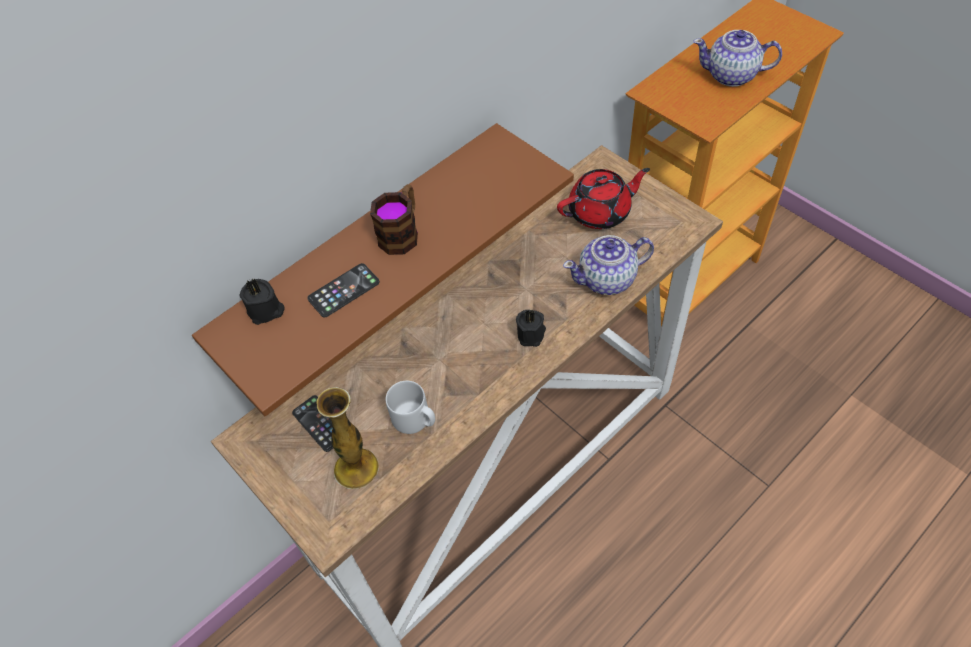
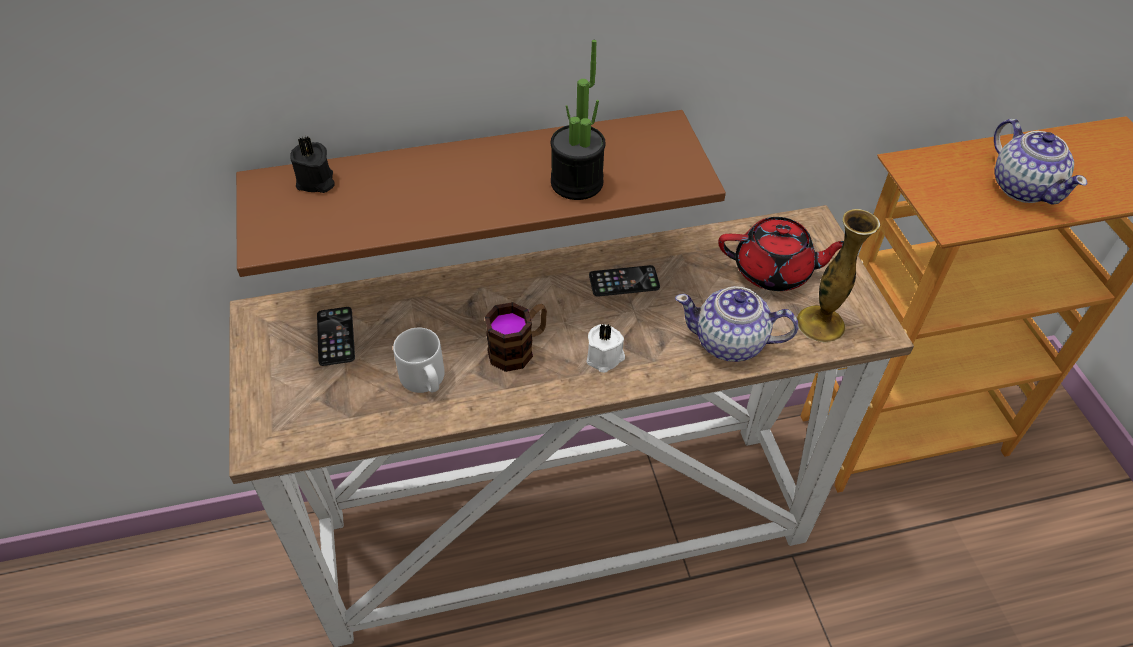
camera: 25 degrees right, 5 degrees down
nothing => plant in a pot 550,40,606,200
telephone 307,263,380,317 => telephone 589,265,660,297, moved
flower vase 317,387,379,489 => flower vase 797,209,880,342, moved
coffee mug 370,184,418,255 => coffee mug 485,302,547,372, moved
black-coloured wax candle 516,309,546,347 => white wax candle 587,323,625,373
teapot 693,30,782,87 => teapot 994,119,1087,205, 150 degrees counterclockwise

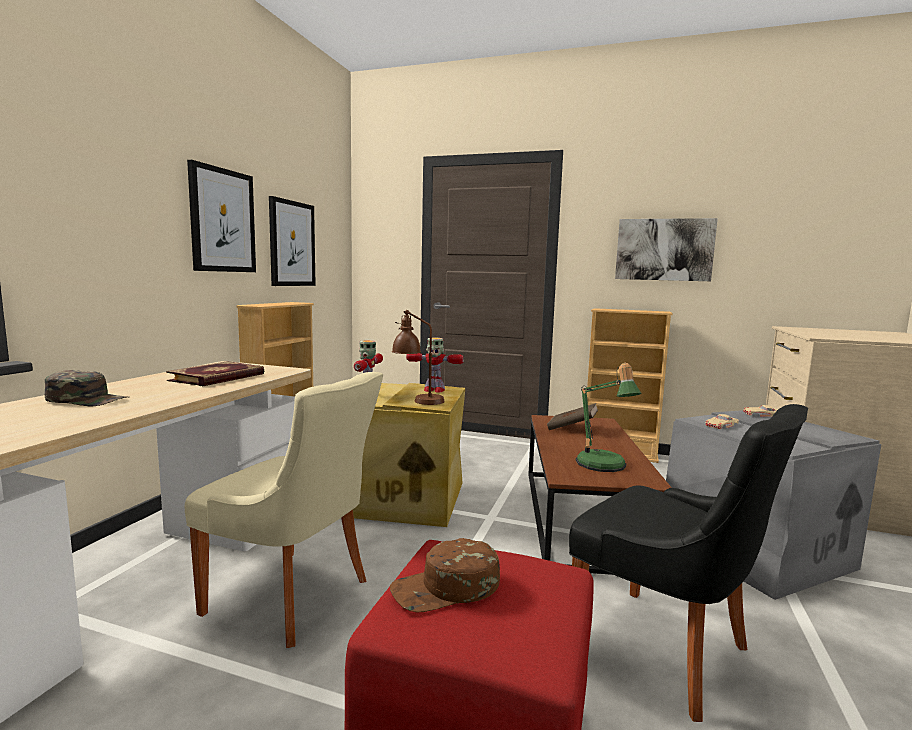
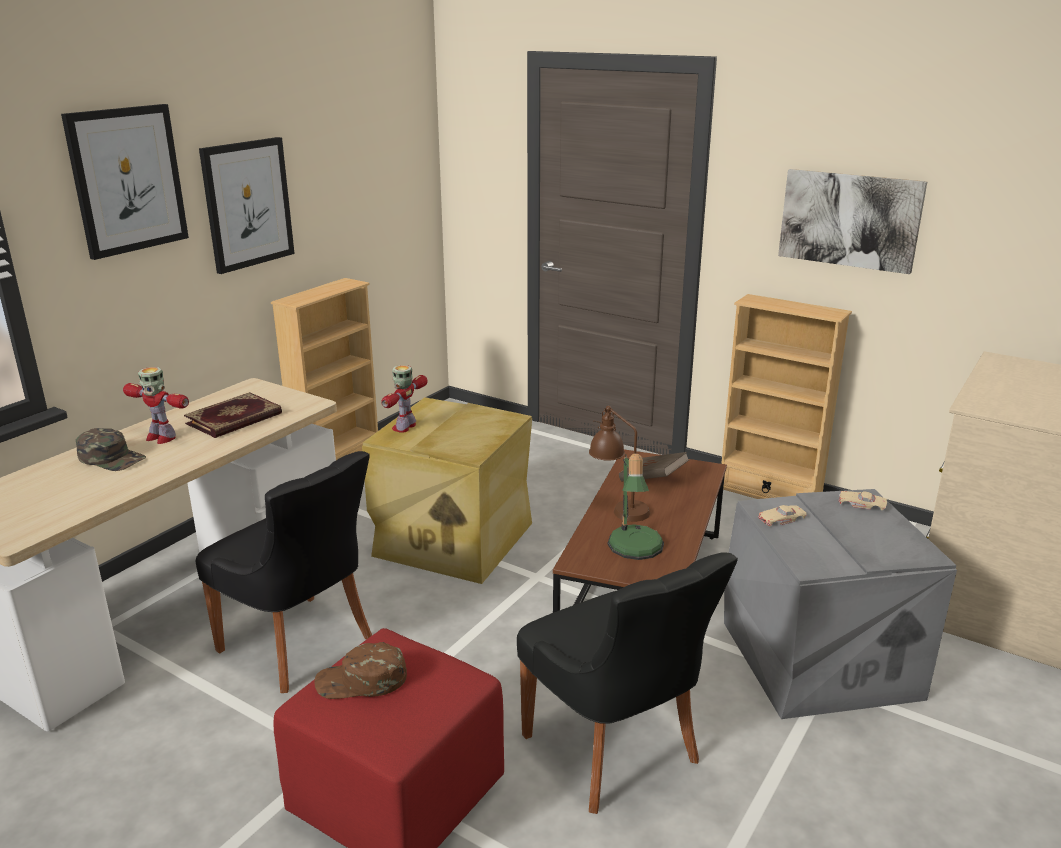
camera: 15 degrees right, 15 degrees up
wall picture 269,196,316,286 => wall picture 61,104,189,260, moved
brown tabletop lamp 392,310,445,405 => brown tabletop lamp 589,406,650,522, moved
toy robot 406,338,464,393 => toy robot 123,367,189,444, moved
beige upright chair 185,372,383,648 => black-coloured upright chair 196,451,372,693

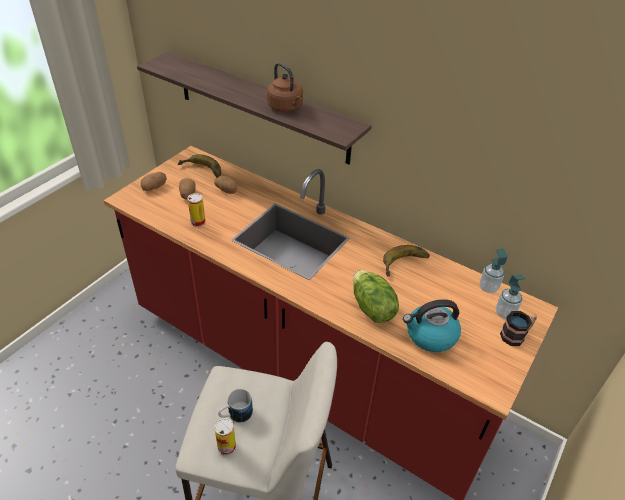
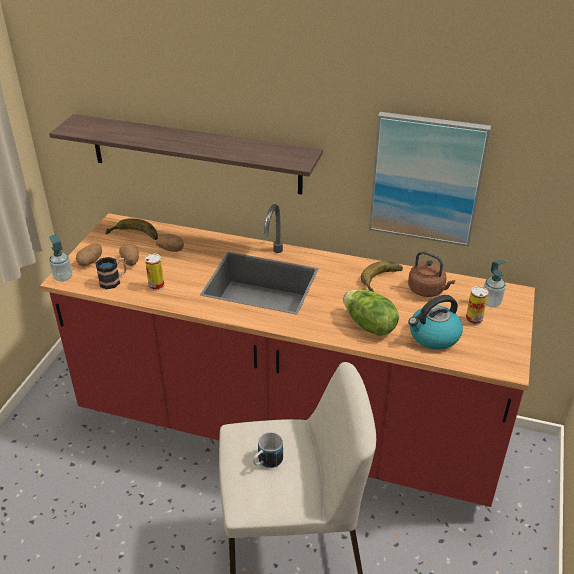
camera: 15 degrees left, 5 degrees down
nothing => wall picture 369,112,491,246
can 214,418,236,456 => can 466,286,489,325, moved
brown water kettle 267,63,303,112 => brown water kettle 408,251,455,297, moved
liquid soap bottle 480,248,507,293 => liquid soap bottle 49,234,72,282, moved
coffee mug 500,311,537,346 => coffee mug 95,257,126,289, moved

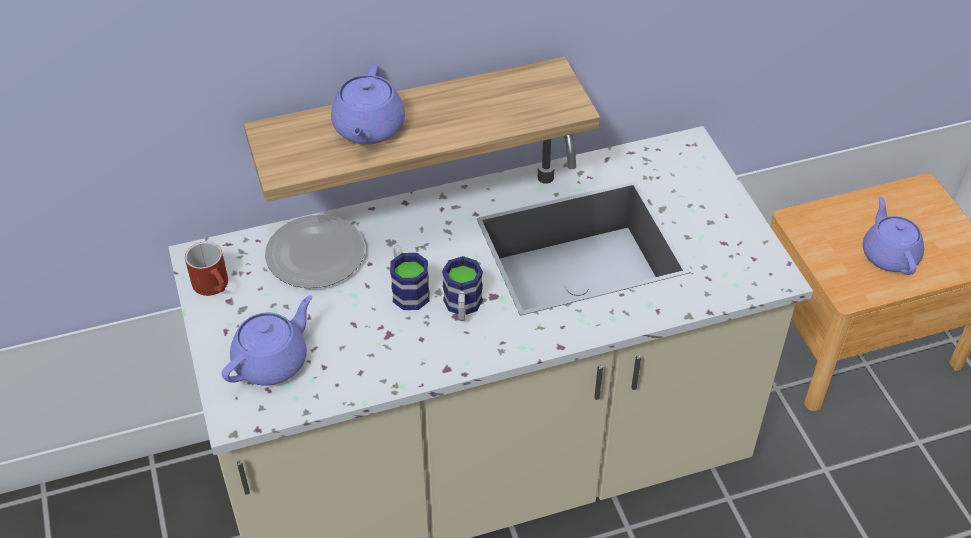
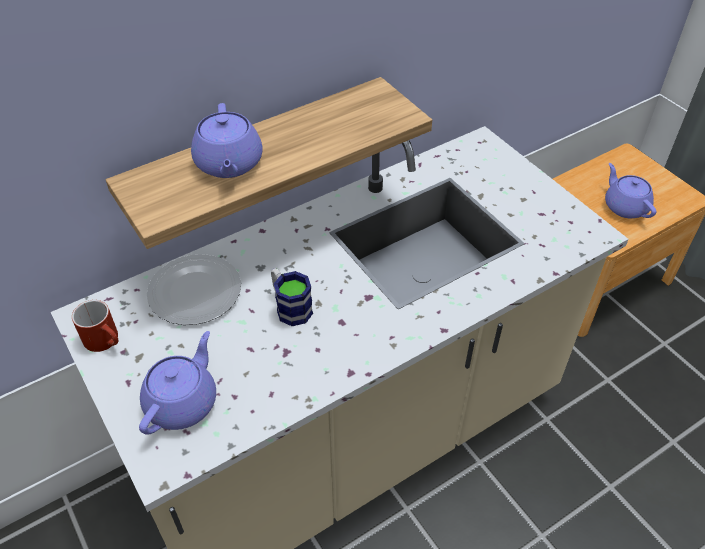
camera: 15 degrees left, 0 degrees up
coffee mug 442,256,483,321 => nothing

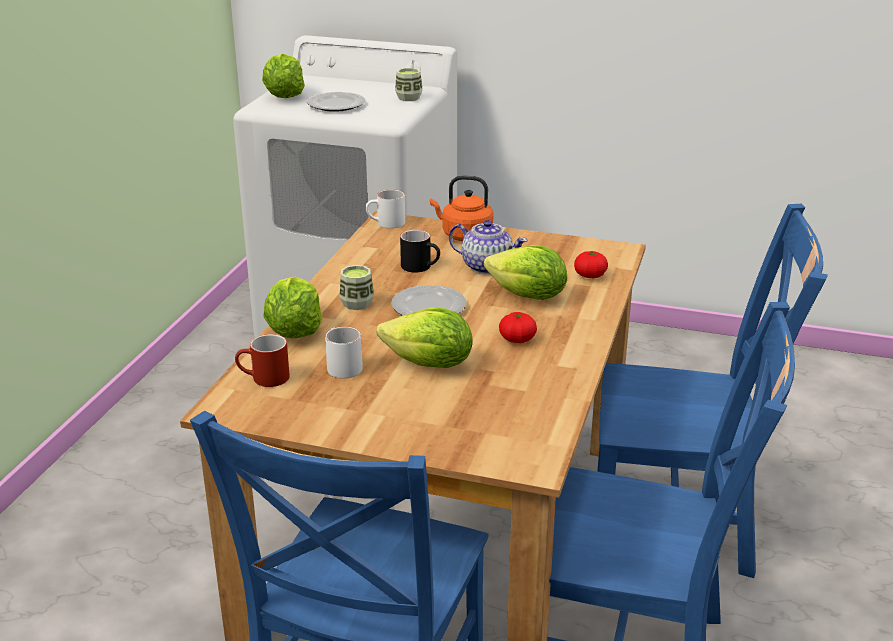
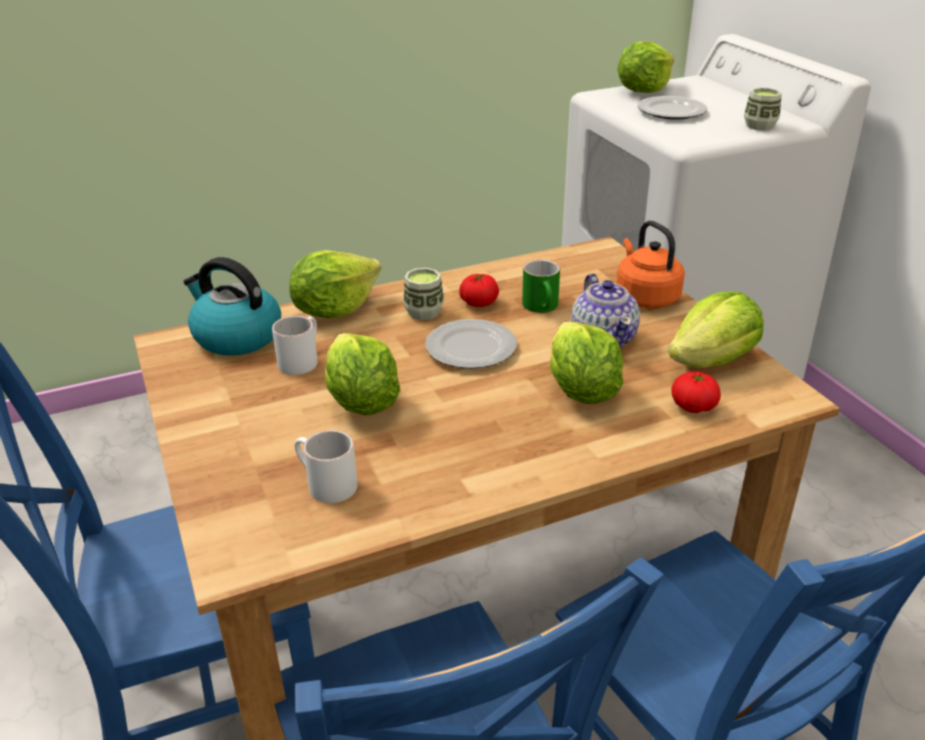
camera: 50 degrees right, 5 degrees up
nothing => lettuce 668,291,764,368
white coffee mug 365,189,405,228 => white coffee mug 295,430,358,503, moved
tomato 499,312,537,343 => tomato 459,274,499,307, moved
reddish coffee mug 235,334,290,387 => water kettle 183,257,281,356
black-coloured coffee mug 400,230,440,273 => greenish coffee mug 522,260,560,313

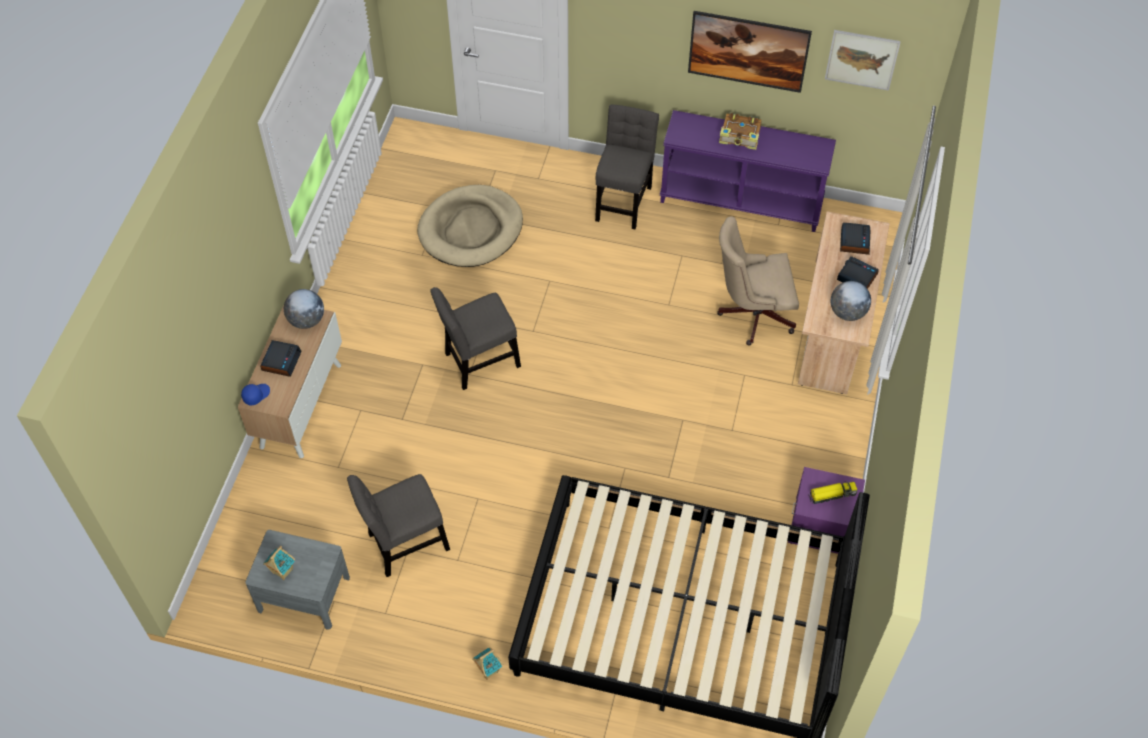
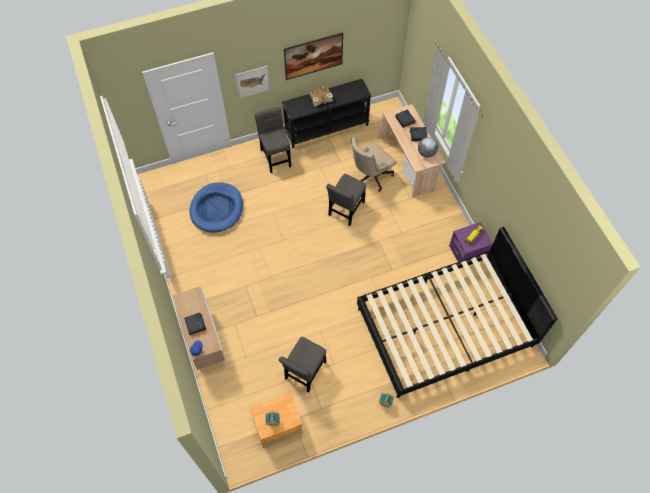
camera: 35 degrees left, 5 degrees up
desk globe 284,289,324,329 => nothing
greyish upright chair 430,287,521,390 => greyish upright chair 326,174,366,226, moved
wall picture 825,30,901,91 => wall picture 235,66,270,99, moved
greyish bedside table 245,530,350,630 => brown bedside table 250,393,303,448
beige dog cushion 417,185,523,267 => bluish dog cushion 190,182,243,232
purplish console table 660,110,836,232 => black-coloured console table 282,79,371,148

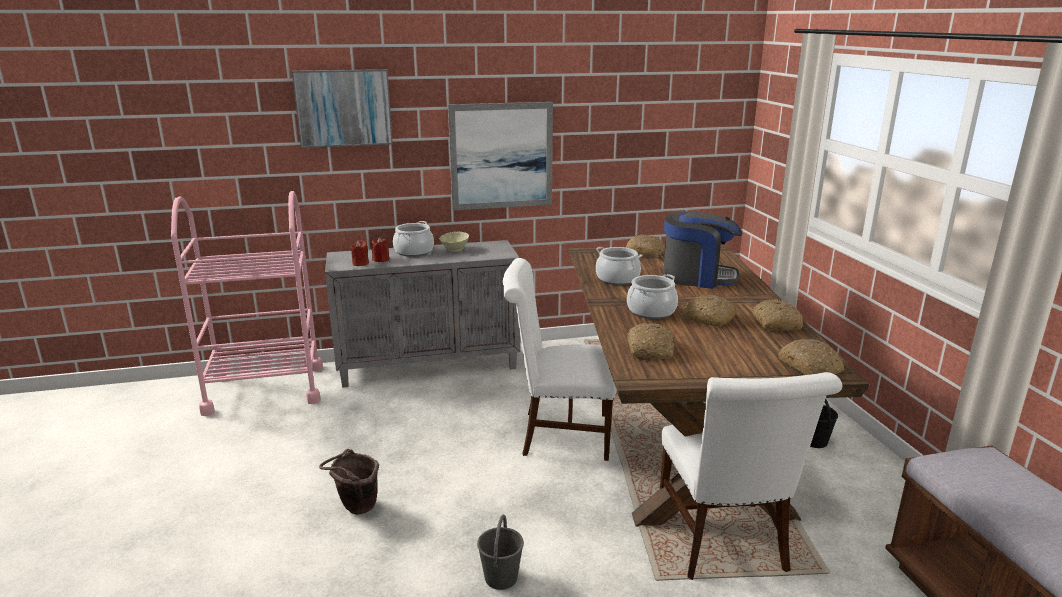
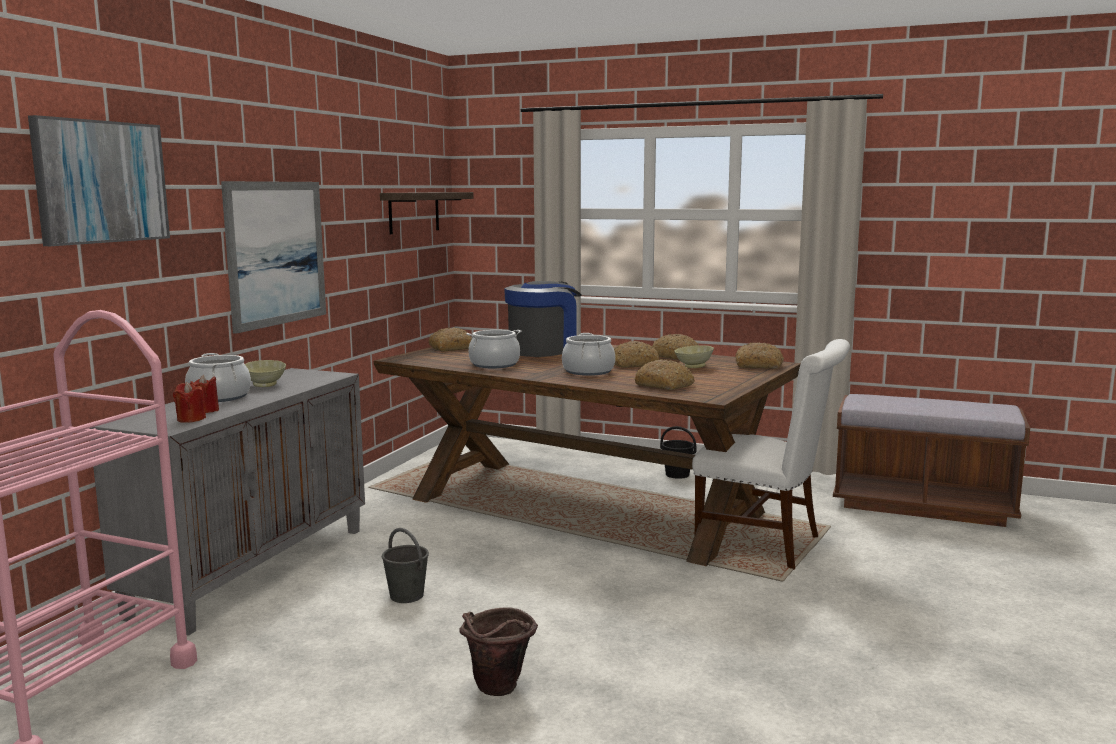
camera: 55 degrees left, 10 degrees down
white upright chair 503,258,617,461 => nothing
nothing => wall shelf 380,192,474,234
nothing => beige serving bowl 674,345,714,368
greyish water bucket 477,514,524,590 => greyish water bucket 382,528,429,603, moved

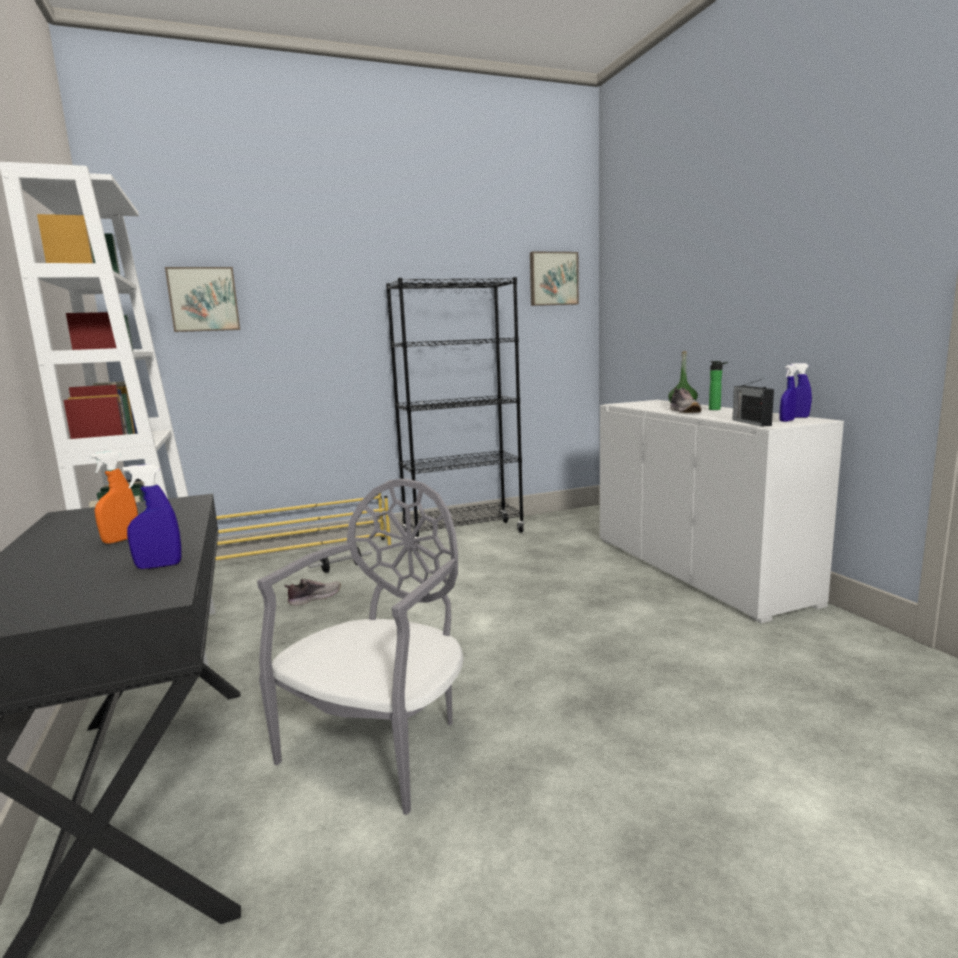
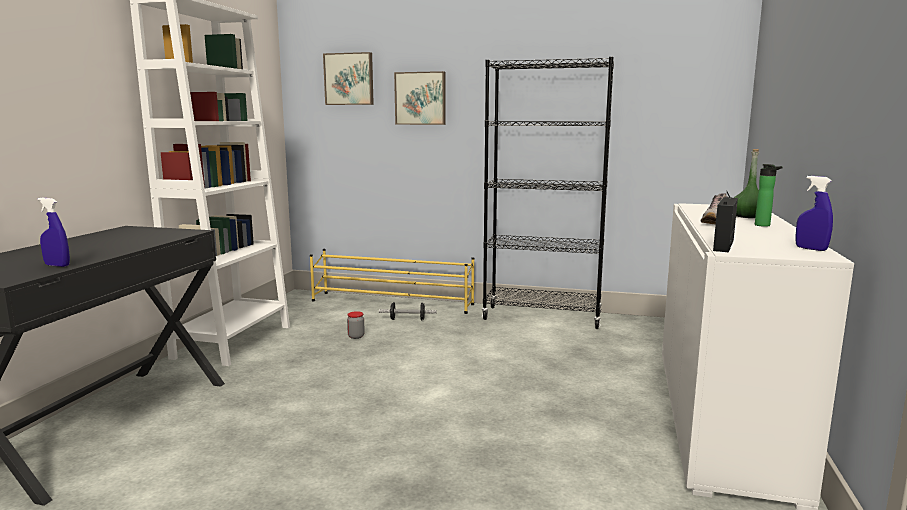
camera: 35 degrees right, 0 degrees up
orangey sprayer 90,451,138,544 => nothing
greyish upright chair 257,478,464,815 => nothing
bluish sprayer 779,365,796,422 => nothing
wall picture 530,251,579,306 => wall picture 394,71,446,125, moved
item of footwear 284,579,341,606 => preserve jar 347,311,365,339

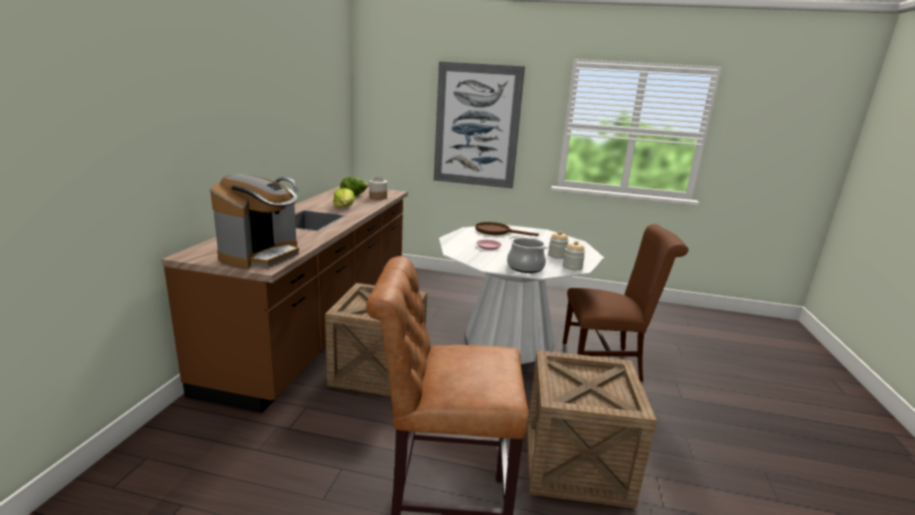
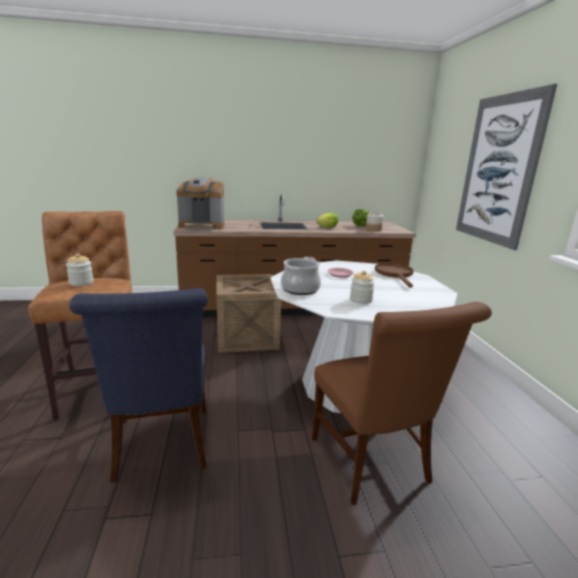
camera: 70 degrees right, 0 degrees up
preserve jar 563,241,585,270 => preserve jar 66,253,94,286, moved
crate 527,350,657,509 => bluish upright chair 70,288,208,483

